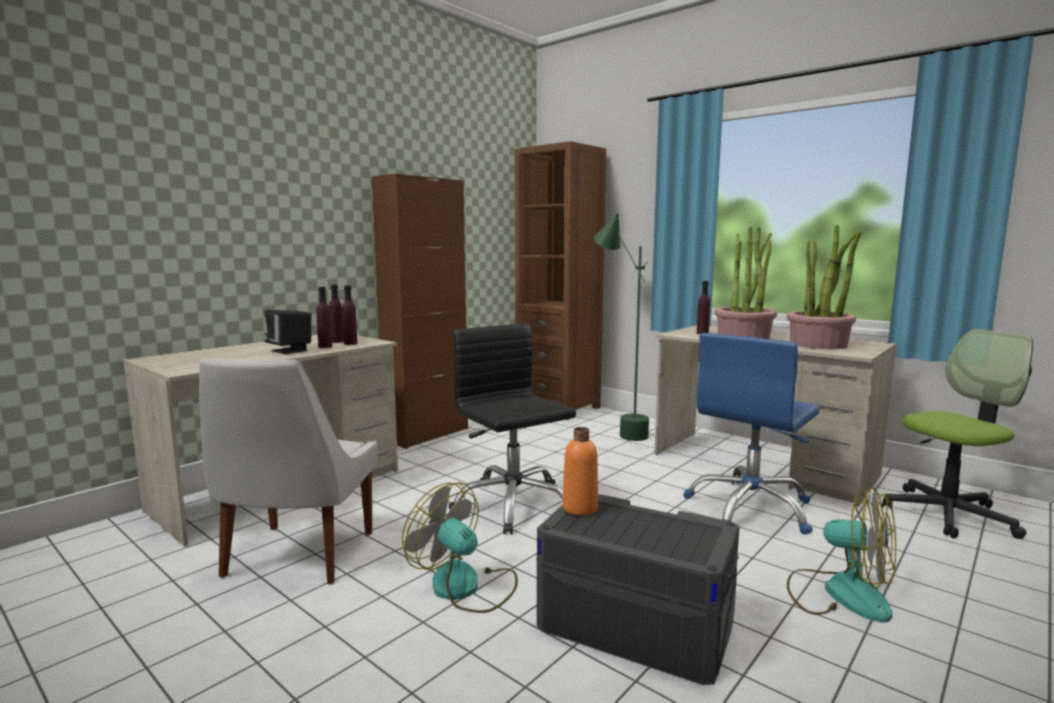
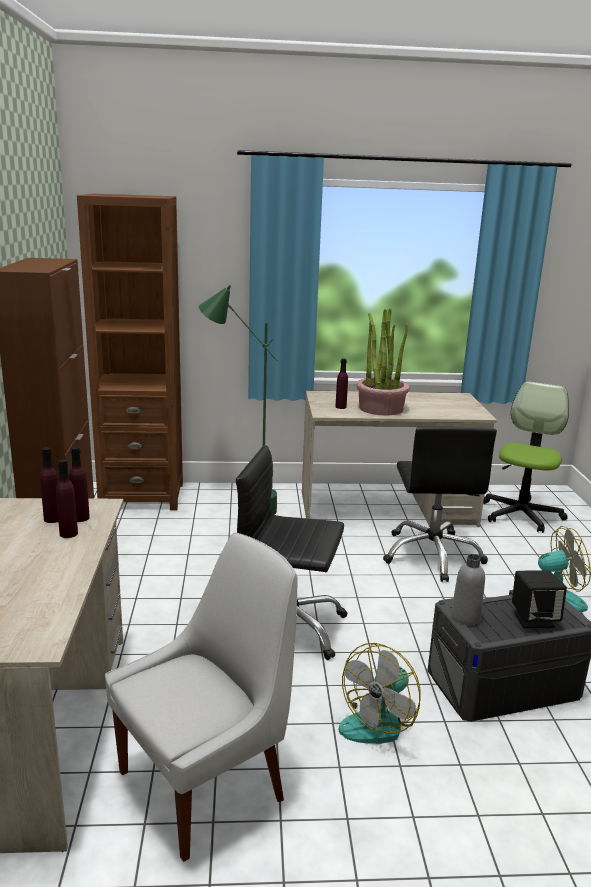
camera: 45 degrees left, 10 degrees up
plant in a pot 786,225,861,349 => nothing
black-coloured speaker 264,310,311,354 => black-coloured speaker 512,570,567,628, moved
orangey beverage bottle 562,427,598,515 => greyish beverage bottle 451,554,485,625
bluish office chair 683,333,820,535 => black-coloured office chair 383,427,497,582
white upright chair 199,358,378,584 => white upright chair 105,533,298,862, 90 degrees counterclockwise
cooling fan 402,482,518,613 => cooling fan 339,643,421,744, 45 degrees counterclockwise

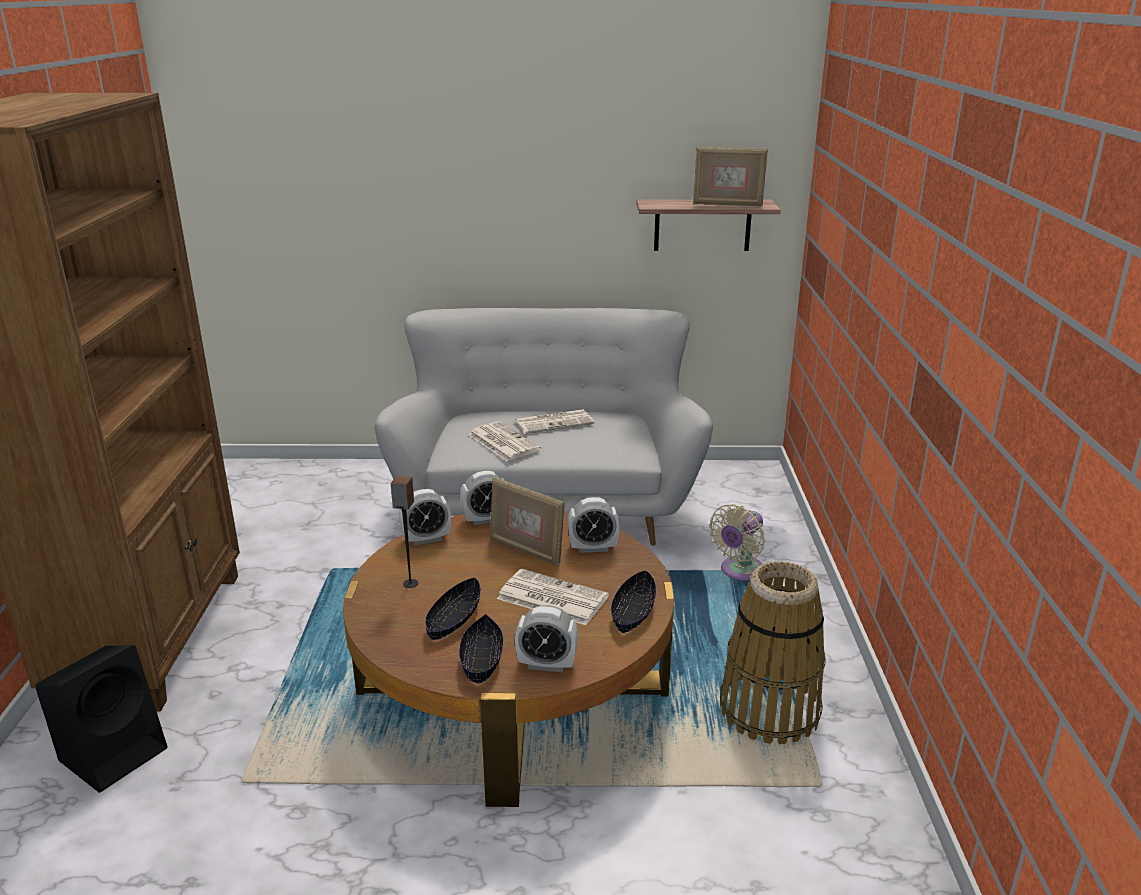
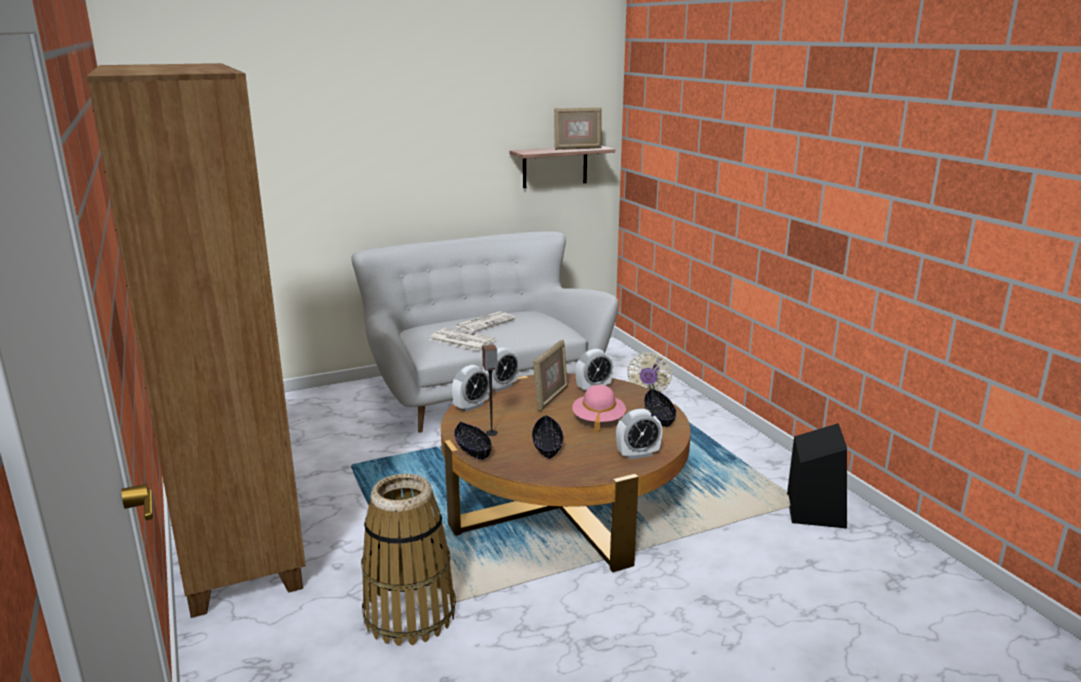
camera: 25 degrees left, 5 degrees down
black-coloured speaker 35,645,168,793 => black-coloured speaker 787,423,847,528, moved
black-coloured serving bowl 459,614,503,684 => black-coloured serving bowl 454,421,492,460, moved
basket 720,561,826,744 => basket 361,474,456,646, moved
newspaper 497,569,609,625 => pink hat 572,385,626,433
picture frame 490,477,565,566 => picture frame 533,340,568,411, 75 degrees counterclockwise

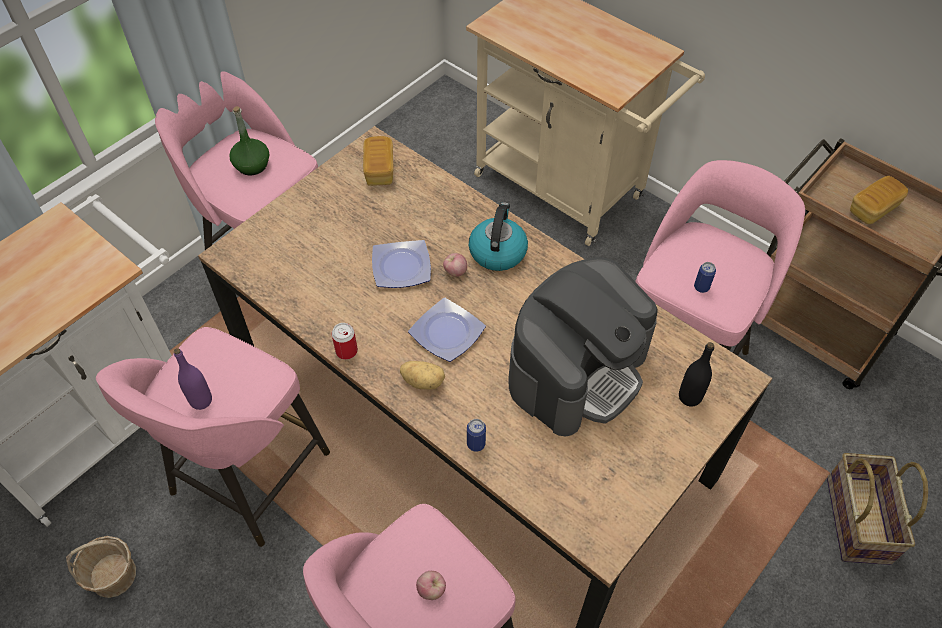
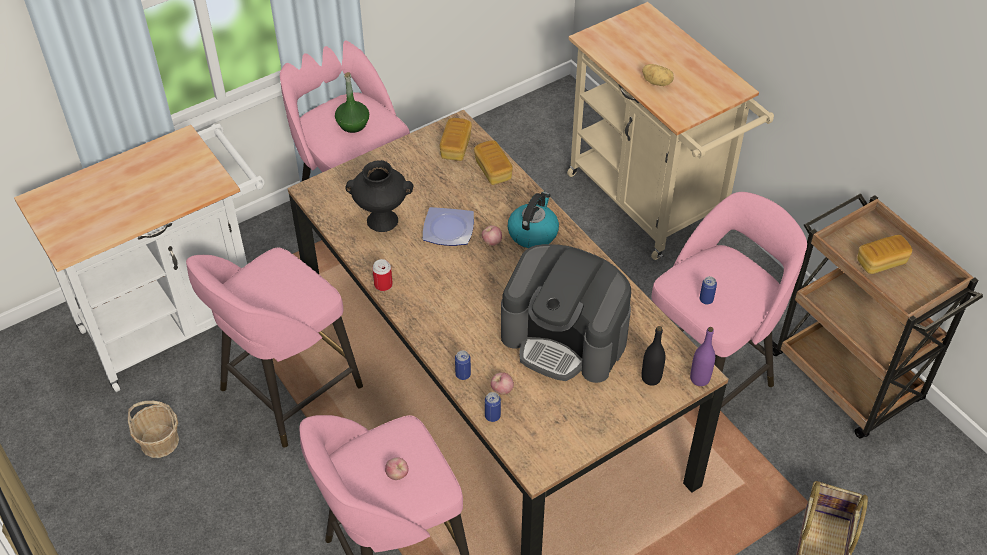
camera: 15 degrees right, 5 degrees down
plate 408,298,486,362 => nothing
nothing => black-coloured flower vase 345,160,413,232
nothing => bakery bread 474,140,513,185
nothing => can 485,392,501,422
nothing => apple 491,372,514,395
purplish beverage bottle 174,348,212,410 => purplish beverage bottle 690,327,715,386, moved
whole potato 400,361,445,390 => whole potato 642,64,674,86, moved
coffee machine 508,257,658,437 => coffee machine 501,244,631,383, 60 degrees clockwise

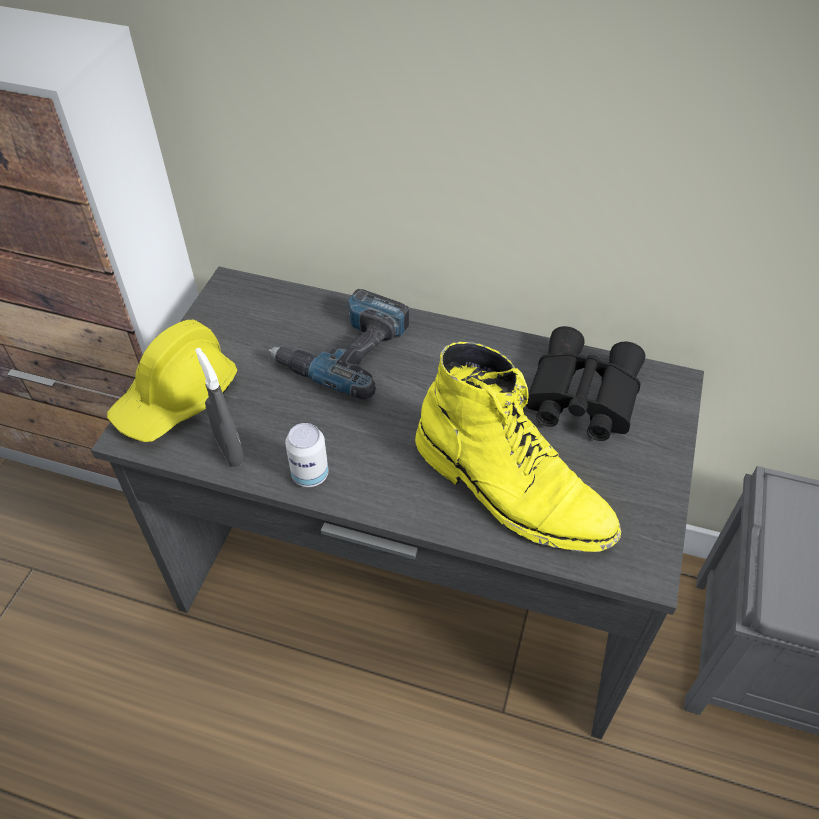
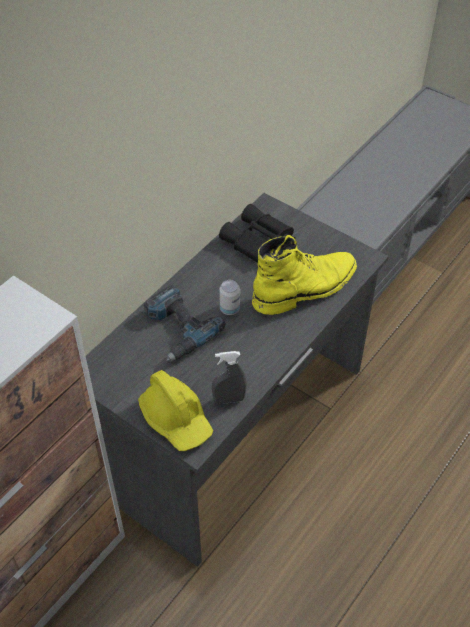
camera: 70 degrees left, 0 degrees up
can 285,423,328,487 => can 219,280,240,315, moved

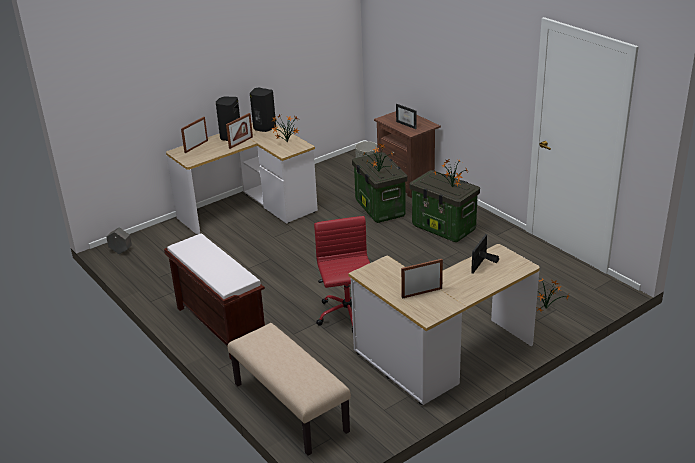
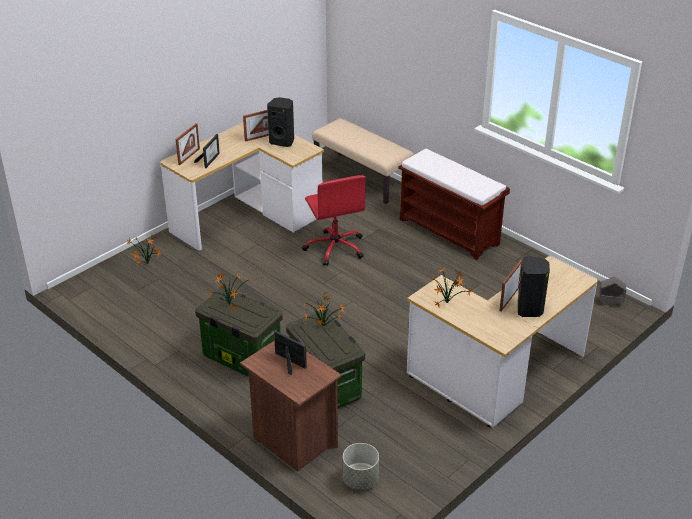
camera: 170 degrees right, 5 degrees up
picture frame 181,117,208,153 => picture frame 176,123,200,165, moved
black-coloured speaker 250,88,276,132 => black-coloured speaker 267,97,294,147, moved

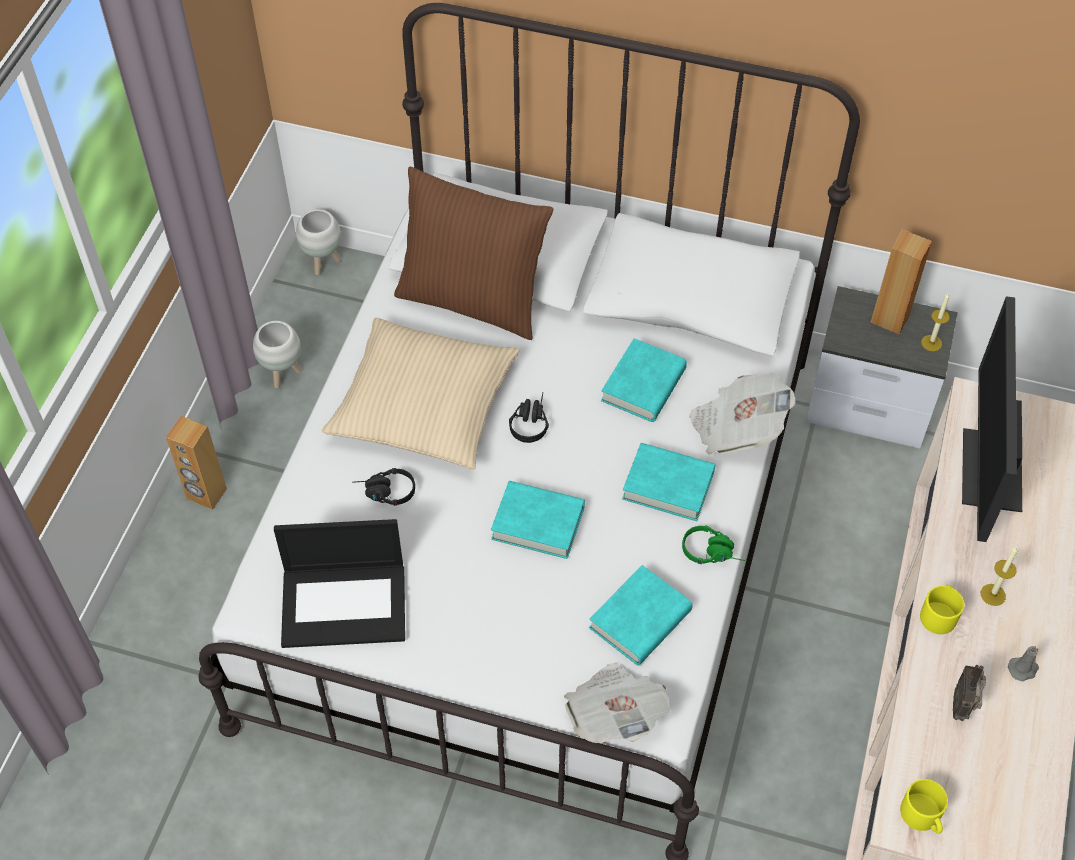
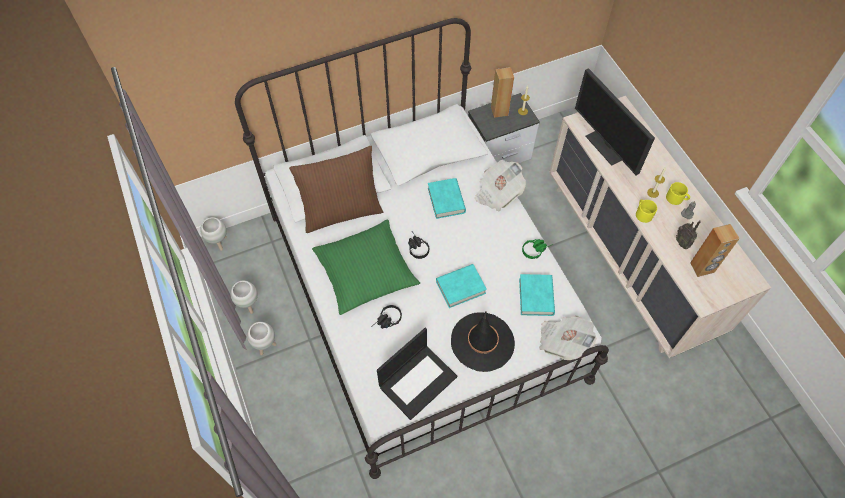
camera: 40 degrees left, 5 degrees up
turquoise-coloured book 622,443,715,521 => nothing
nothing => white plant pot 247,322,276,355
nothing => black-coloured hat 451,311,515,372
brown speaker 166,416,227,510 => brown speaker 690,224,740,277, moved
yellow-coloured coffee mug 900,779,948,834 => yellow-coloured coffee mug 666,182,690,205, moved
beige cushion 322,318,520,469 => greenish cushion 312,219,420,315

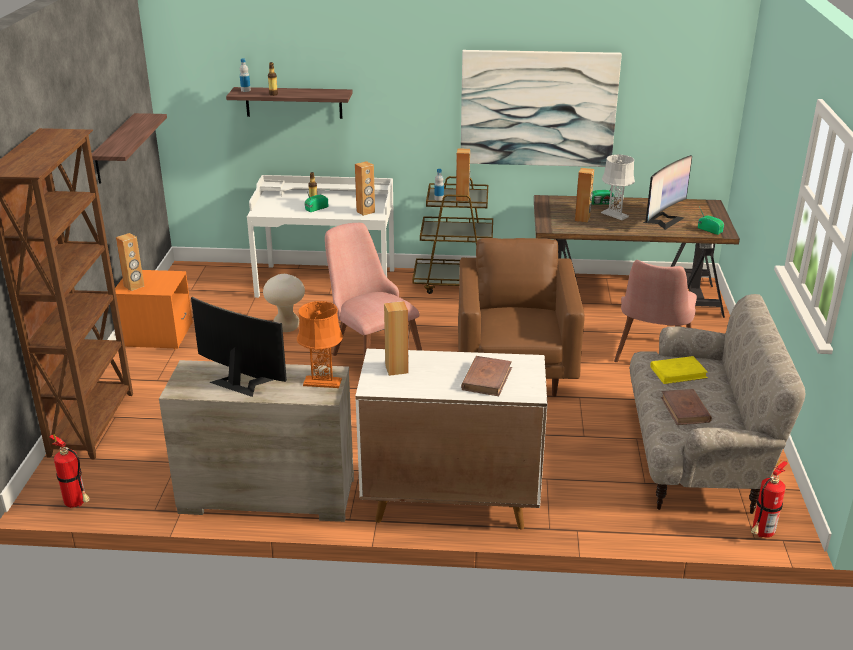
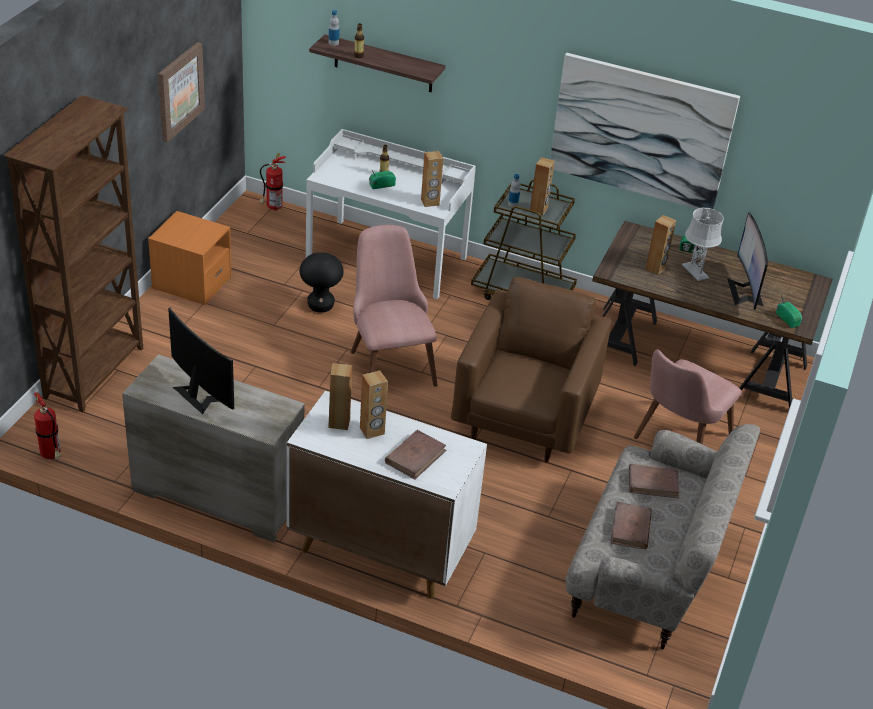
camera: 15 degrees right, 10 degrees up
orangey tabletop lamp 297,301,343,388 => nothing
brown speaker 116,233,144,291 => brown speaker 360,370,388,439, moved
extinguisher 751,460,788,538 => extinguisher 259,153,286,211, moved
wall shelf 92,113,167,184 => wall picture 158,42,205,142
beige sitting stool 263,274,305,332 => black-coloured sitting stool 300,252,344,313
yellow-coloured book 650,356,708,384 => brown book 629,464,679,498
computer screen 643,155,692,230 => computer screen 727,212,768,310, 120 degrees clockwise

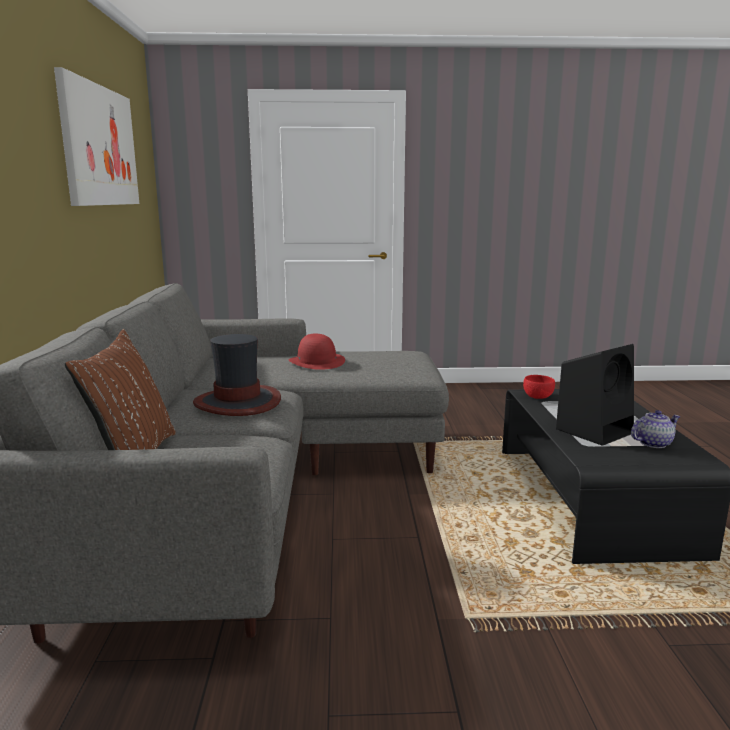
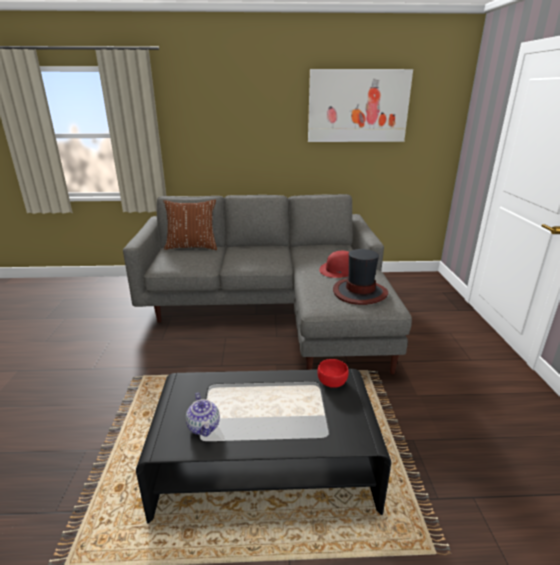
camera: 90 degrees right, 10 degrees up
black-coloured speaker 556,344,634,446 => nothing
hat 193,334,281,416 => hat 333,249,388,305, moved

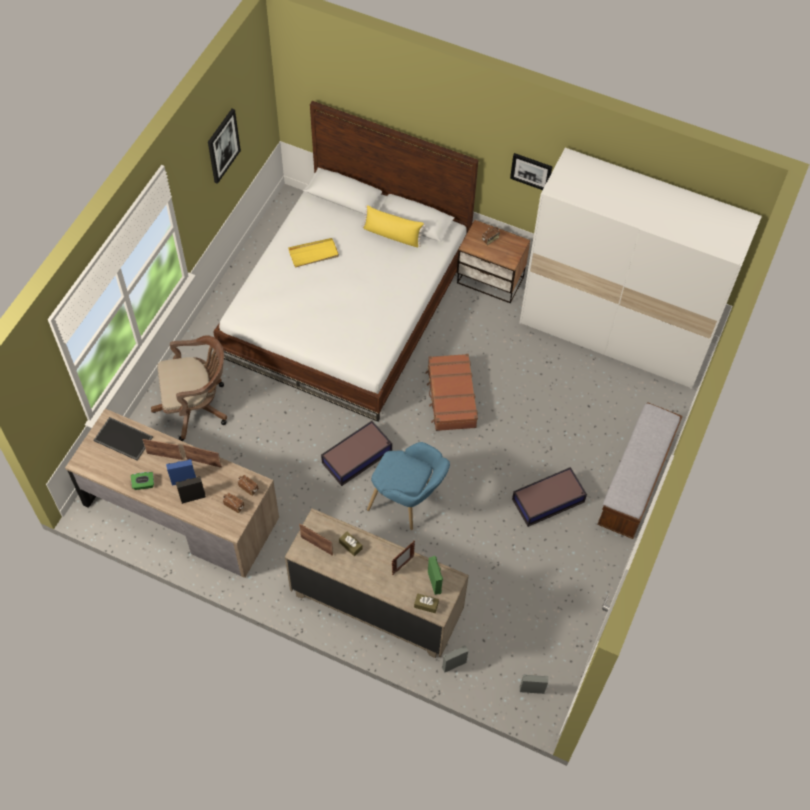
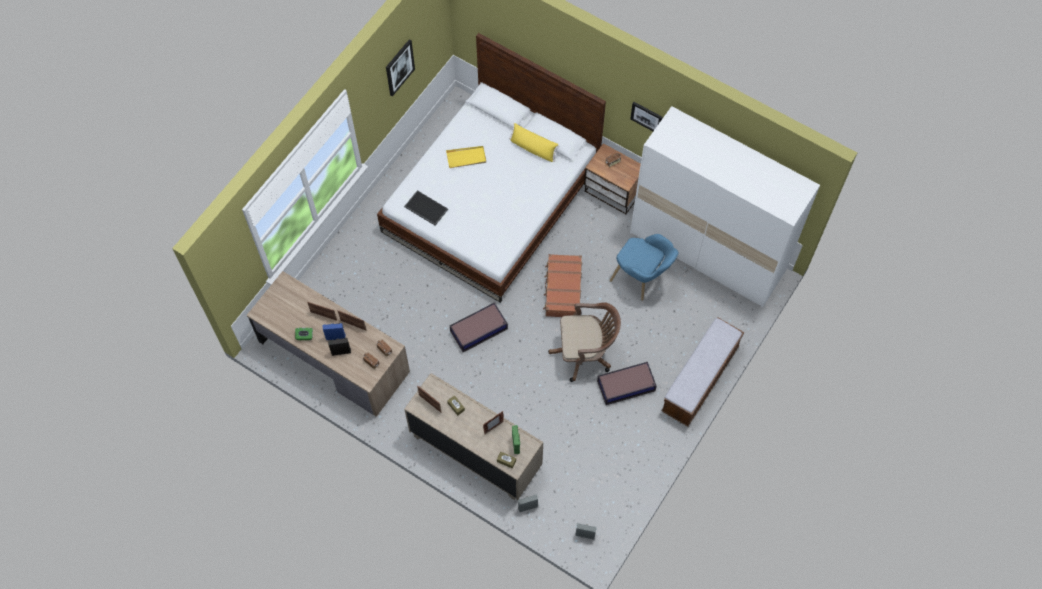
camera: 10 degrees right, 5 degrees up
serving tray 93,417,153,461 => serving tray 404,190,448,226, moved
brown office chair 151,335,227,441 => brown office chair 548,302,621,382, moved
bluish armchair 367,442,450,530 => bluish armchair 610,234,679,301, moved

